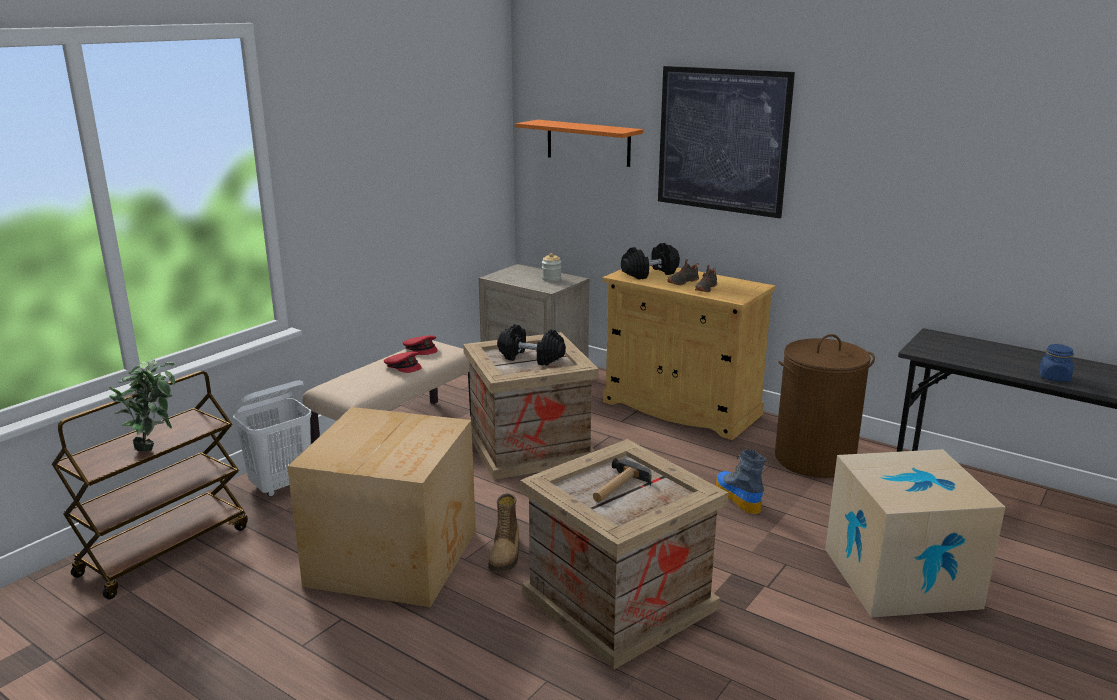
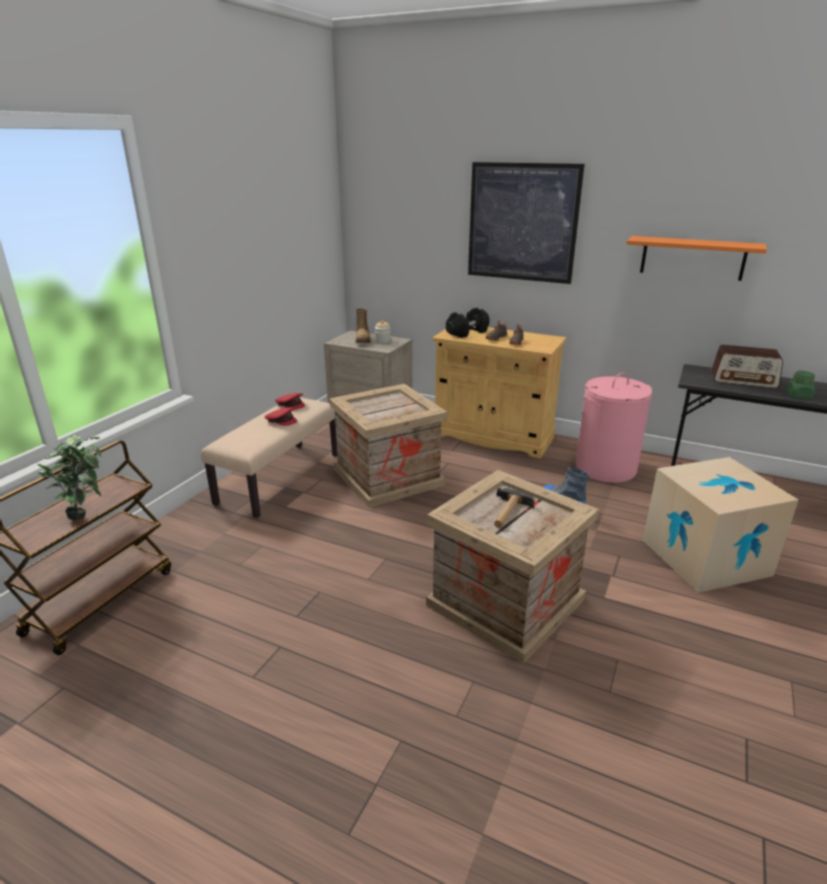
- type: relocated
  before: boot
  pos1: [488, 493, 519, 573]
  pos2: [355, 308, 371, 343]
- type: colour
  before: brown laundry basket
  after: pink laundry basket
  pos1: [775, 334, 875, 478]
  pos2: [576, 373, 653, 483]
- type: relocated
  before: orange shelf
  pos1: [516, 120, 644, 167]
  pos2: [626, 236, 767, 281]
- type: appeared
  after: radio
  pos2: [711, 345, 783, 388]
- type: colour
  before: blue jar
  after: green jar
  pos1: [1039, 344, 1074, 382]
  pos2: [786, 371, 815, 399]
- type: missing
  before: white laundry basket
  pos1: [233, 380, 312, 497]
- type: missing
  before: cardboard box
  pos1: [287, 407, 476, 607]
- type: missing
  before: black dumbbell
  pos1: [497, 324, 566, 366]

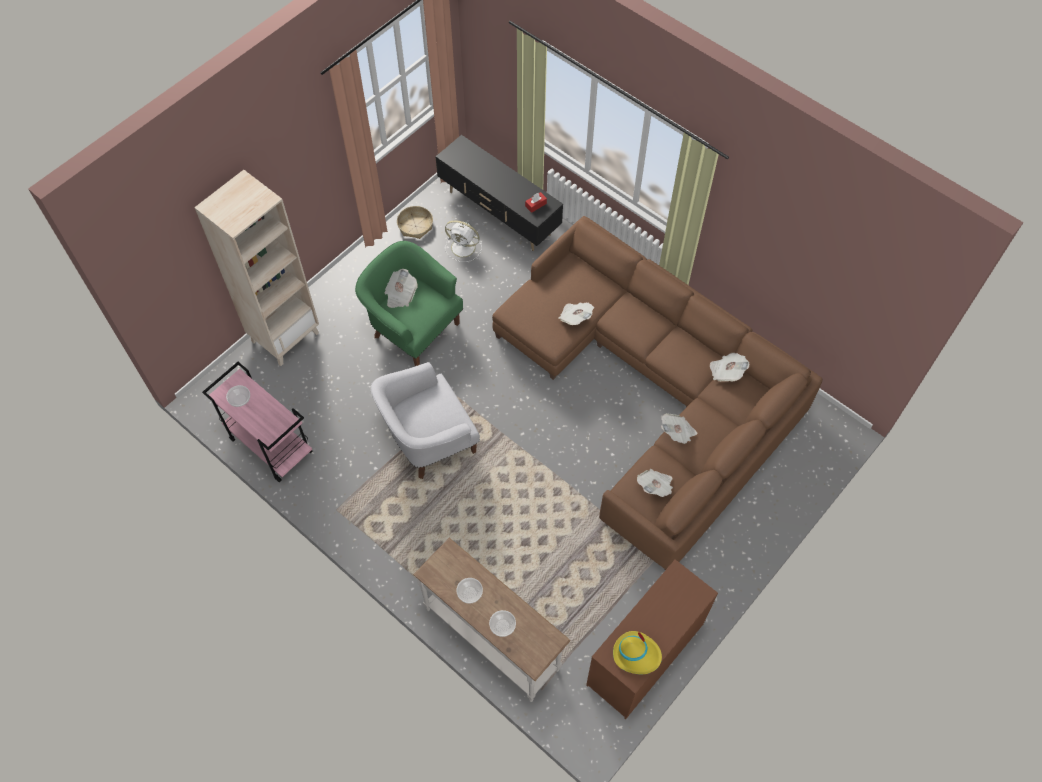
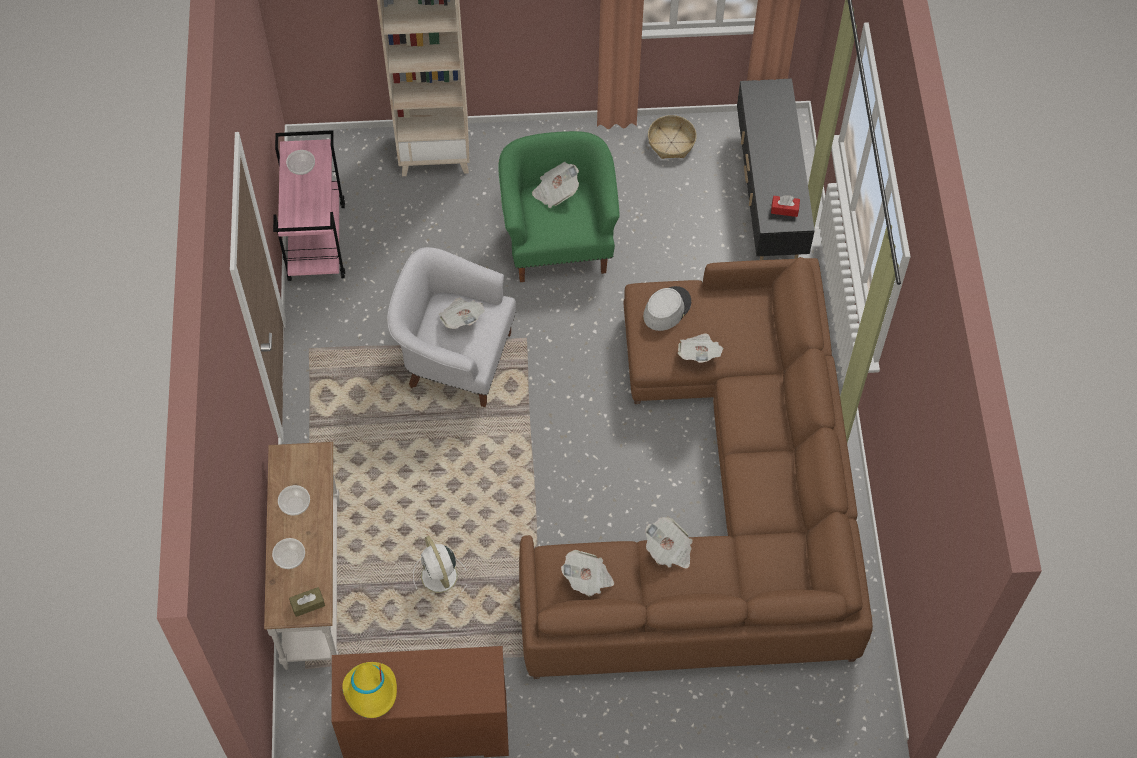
- type: appeared
  after: brown tissue box
  pos2: [289, 587, 325, 617]
- type: relocated
  before: white fan
  pos1: [445, 220, 482, 262]
  pos2: [413, 536, 467, 599]
- type: relocated
  before: newspaper
  pos1: [710, 353, 749, 382]
  pos2: [439, 298, 485, 329]
- type: appeared
  after: grey hat
  pos2: [643, 286, 691, 331]

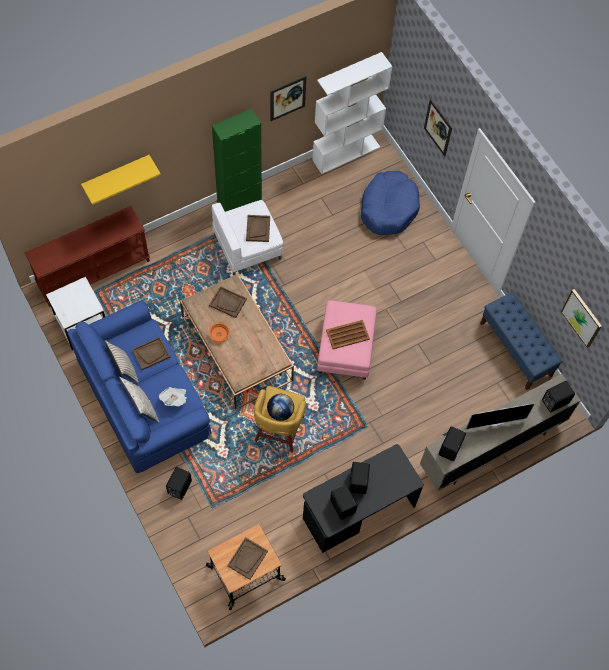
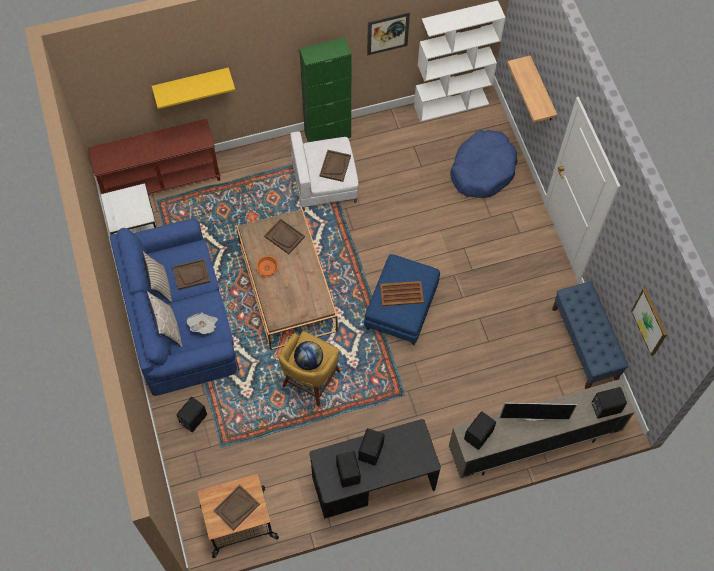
- type: colour
  before: pink ottoman
  after: blue ottoman
  pos1: [317, 301, 377, 380]
  pos2: [364, 254, 440, 345]
- type: exchanged
  before: picture
  after: shelf
  pos1: [424, 99, 452, 157]
  pos2: [507, 55, 557, 122]

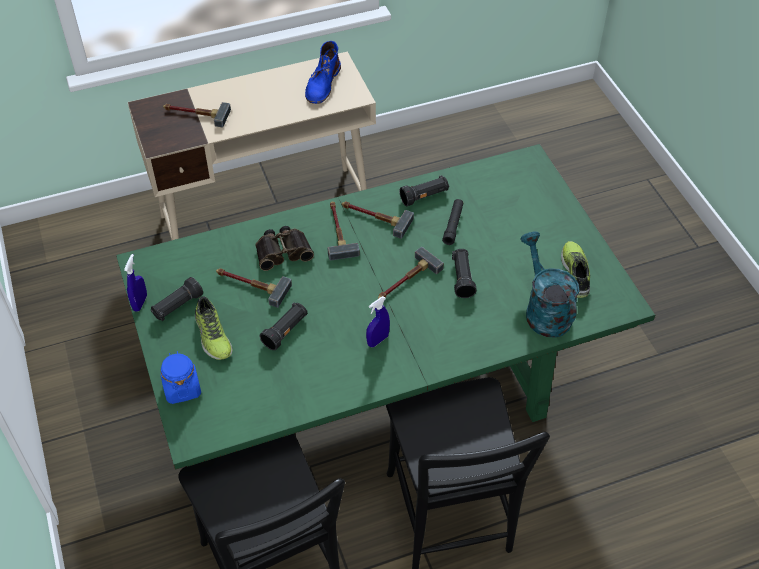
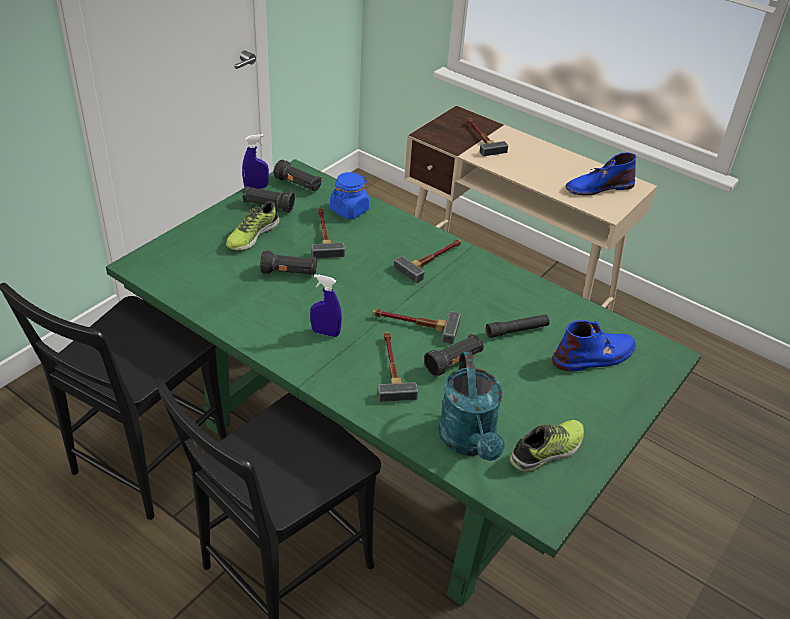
- type: relocated
  before: black flashlight
  pos1: [399, 175, 449, 206]
  pos2: [274, 159, 321, 192]
- type: relocated
  before: blue jar
  pos1: [160, 351, 201, 404]
  pos2: [330, 172, 369, 219]
- type: relocated
  before: hammer
  pos1: [342, 201, 414, 239]
  pos2: [377, 332, 418, 402]
- type: spun
  before: turquoise watering can
  pos1: [520, 231, 579, 338]
  pos2: [438, 352, 504, 461]
  turn: 135
- type: appeared
  after: blue boot
  pos2: [552, 320, 636, 372]
- type: missing
  before: binoculars
  pos1: [255, 226, 314, 271]

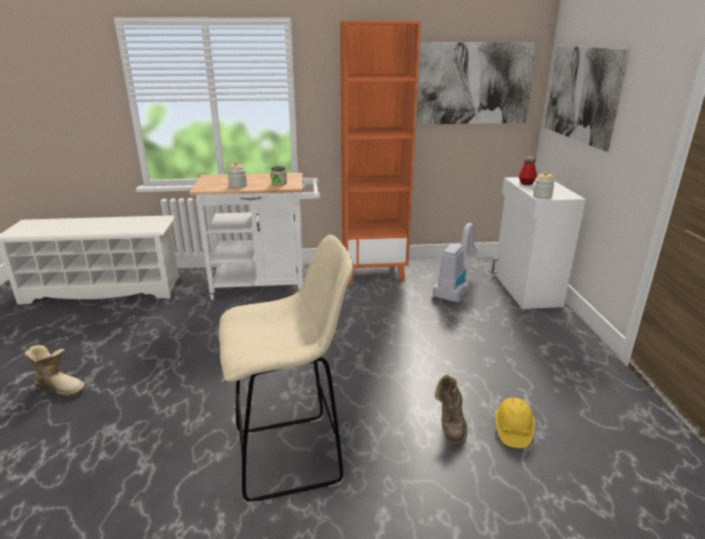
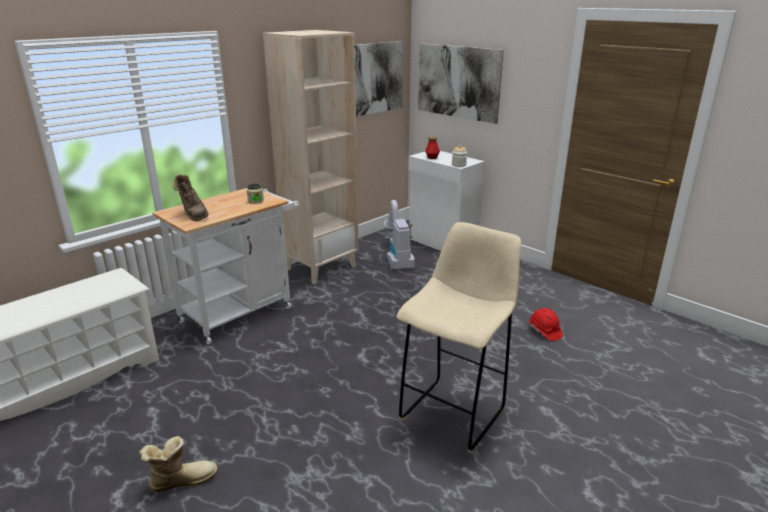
- type: relocated
  before: brown boot
  pos1: [435, 374, 467, 445]
  pos2: [173, 174, 209, 221]
- type: colour
  before: orange bookcase
  after: beige bookcase
  pos1: [340, 21, 421, 285]
  pos2: [263, 30, 359, 284]
- type: colour
  before: yellow hard hat
  after: red hard hat
  pos1: [495, 398, 535, 448]
  pos2: [529, 308, 563, 341]
- type: missing
  before: jar
  pos1: [227, 162, 247, 188]

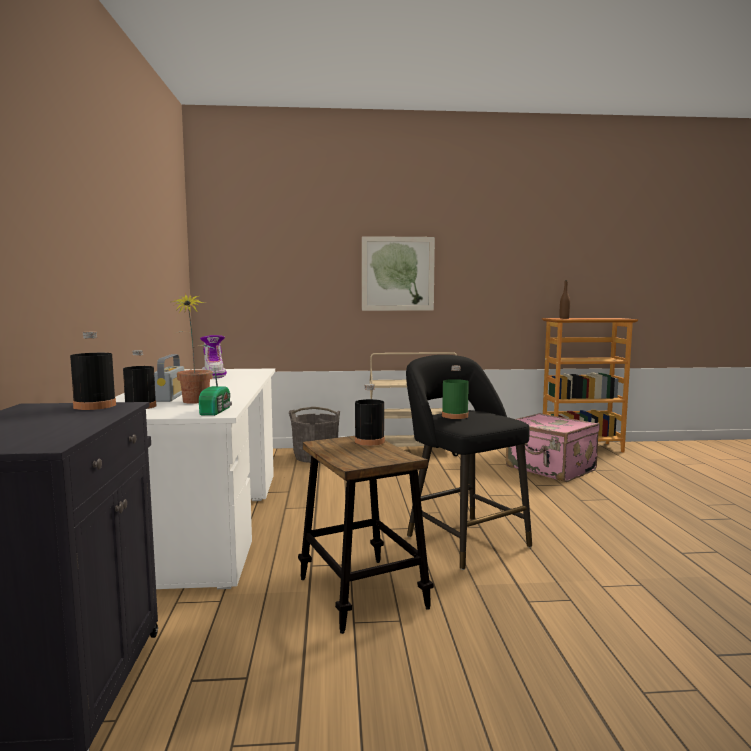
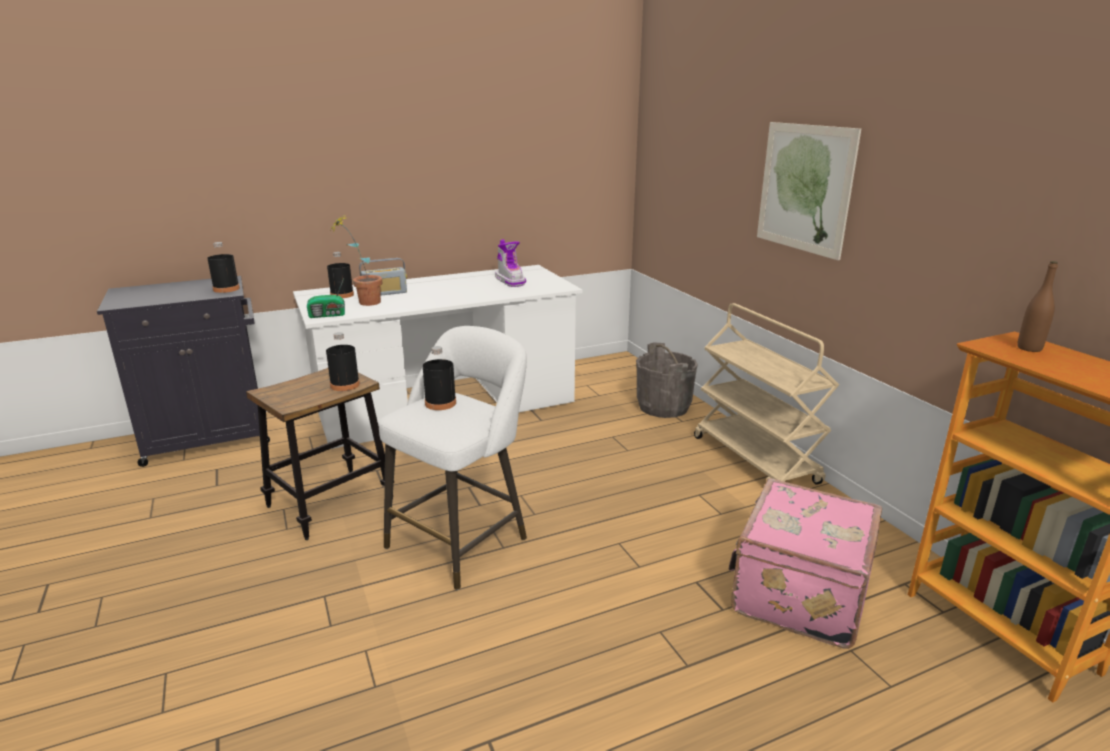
- type: colour
  before: black stool
  after: white stool
  pos1: [406, 355, 532, 570]
  pos2: [379, 326, 527, 590]
- type: colour
  before: green bottle
  after: black bottle
  pos1: [442, 366, 469, 419]
  pos2: [423, 346, 456, 410]
- type: spun
  before: boot
  pos1: [200, 335, 227, 378]
  pos2: [495, 239, 526, 287]
  turn: -75

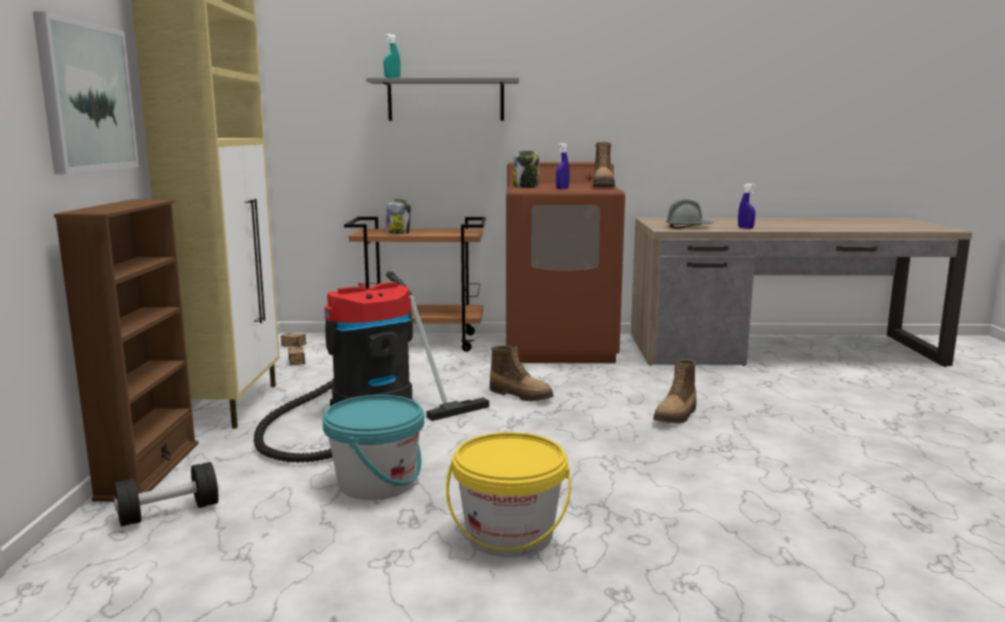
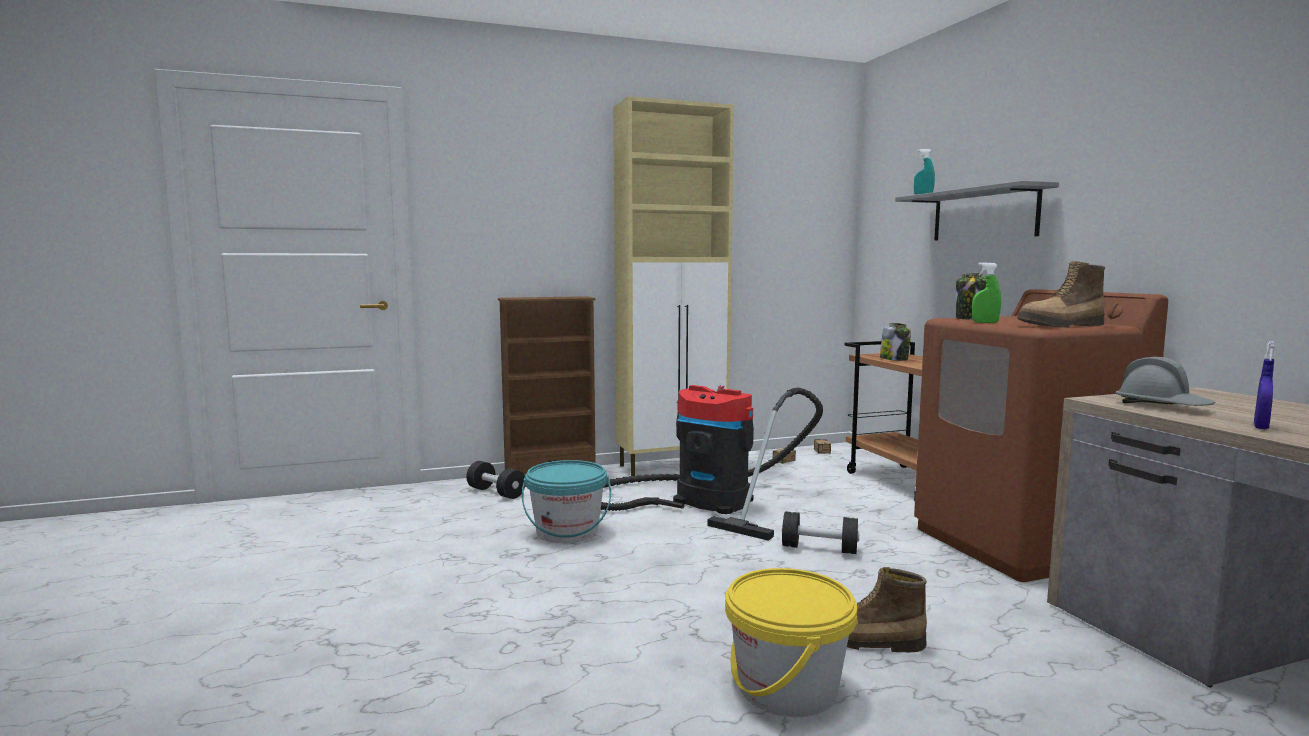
- type: relocated
  before: yellow bucket
  pos1: [446, 432, 571, 558]
  pos2: [725, 568, 857, 717]
- type: exchanged
  before: boot
  after: black dumbbell
  pos1: [489, 346, 554, 401]
  pos2: [782, 511, 860, 554]
- type: colour
  before: blue spray bottle
  after: green spray bottle
  pos1: [556, 143, 570, 189]
  pos2: [972, 262, 1001, 323]
- type: missing
  before: picture
  pos1: [33, 11, 139, 174]

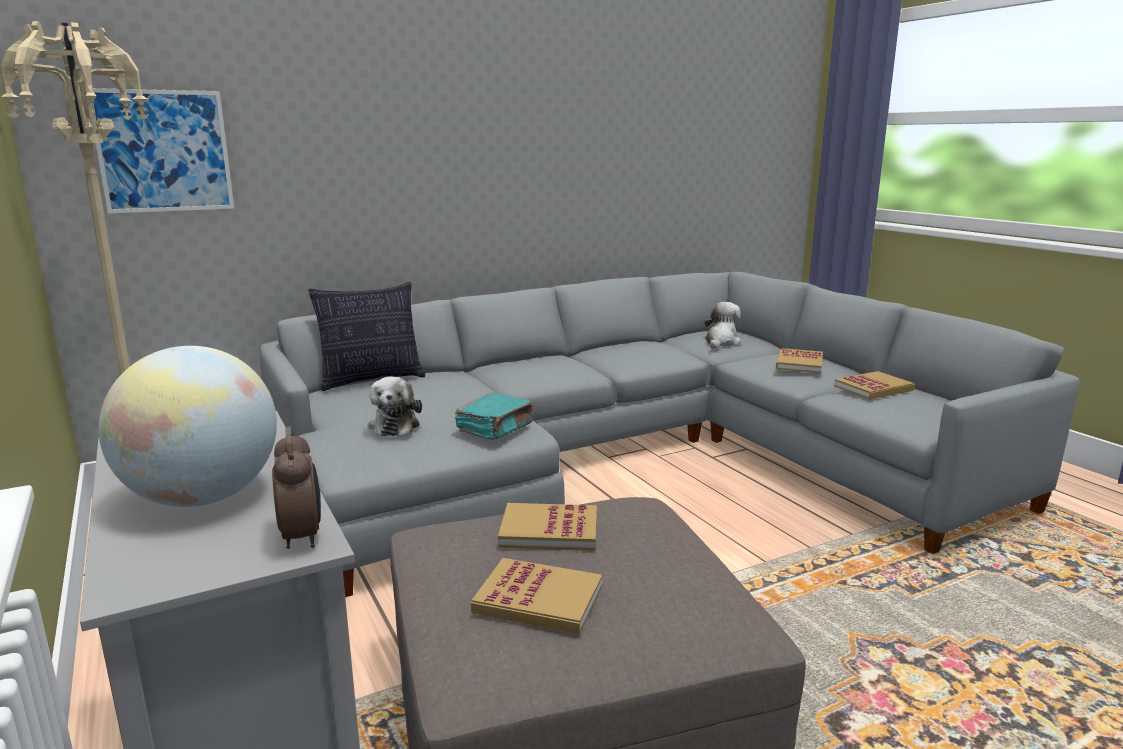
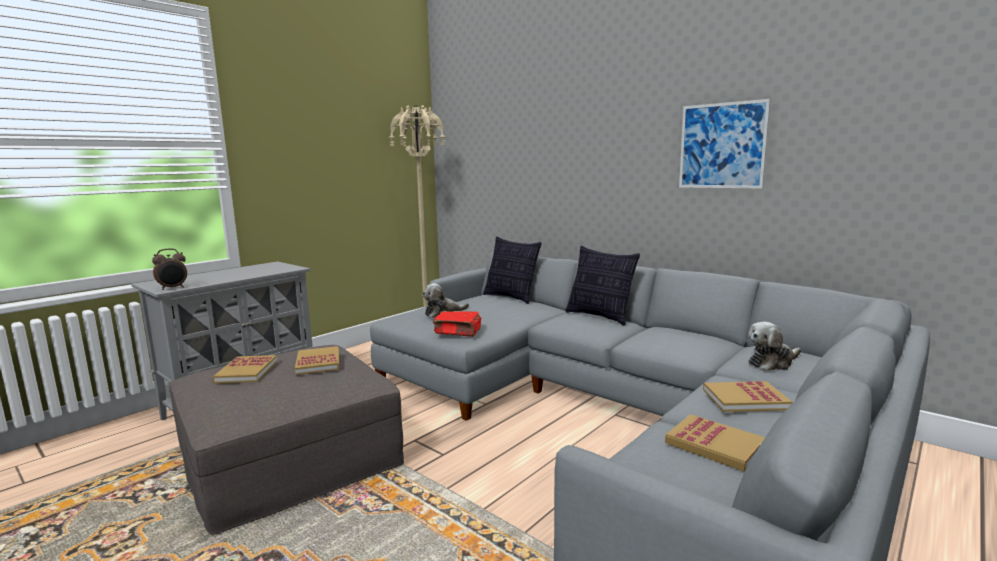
- type: colour
  before: turquoise book
  after: red book
  pos1: [455, 392, 533, 440]
  pos2: [433, 311, 481, 337]
- type: appeared
  after: pillow
  pos2: [565, 246, 640, 325]
- type: relocated
  before: picture
  pos1: [91, 88, 234, 214]
  pos2: [679, 99, 770, 189]
- type: spun
  before: plush toy
  pos1: [704, 302, 741, 349]
  pos2: [748, 322, 801, 371]
  turn: 150
- type: missing
  before: globe
  pos1: [99, 346, 277, 507]

